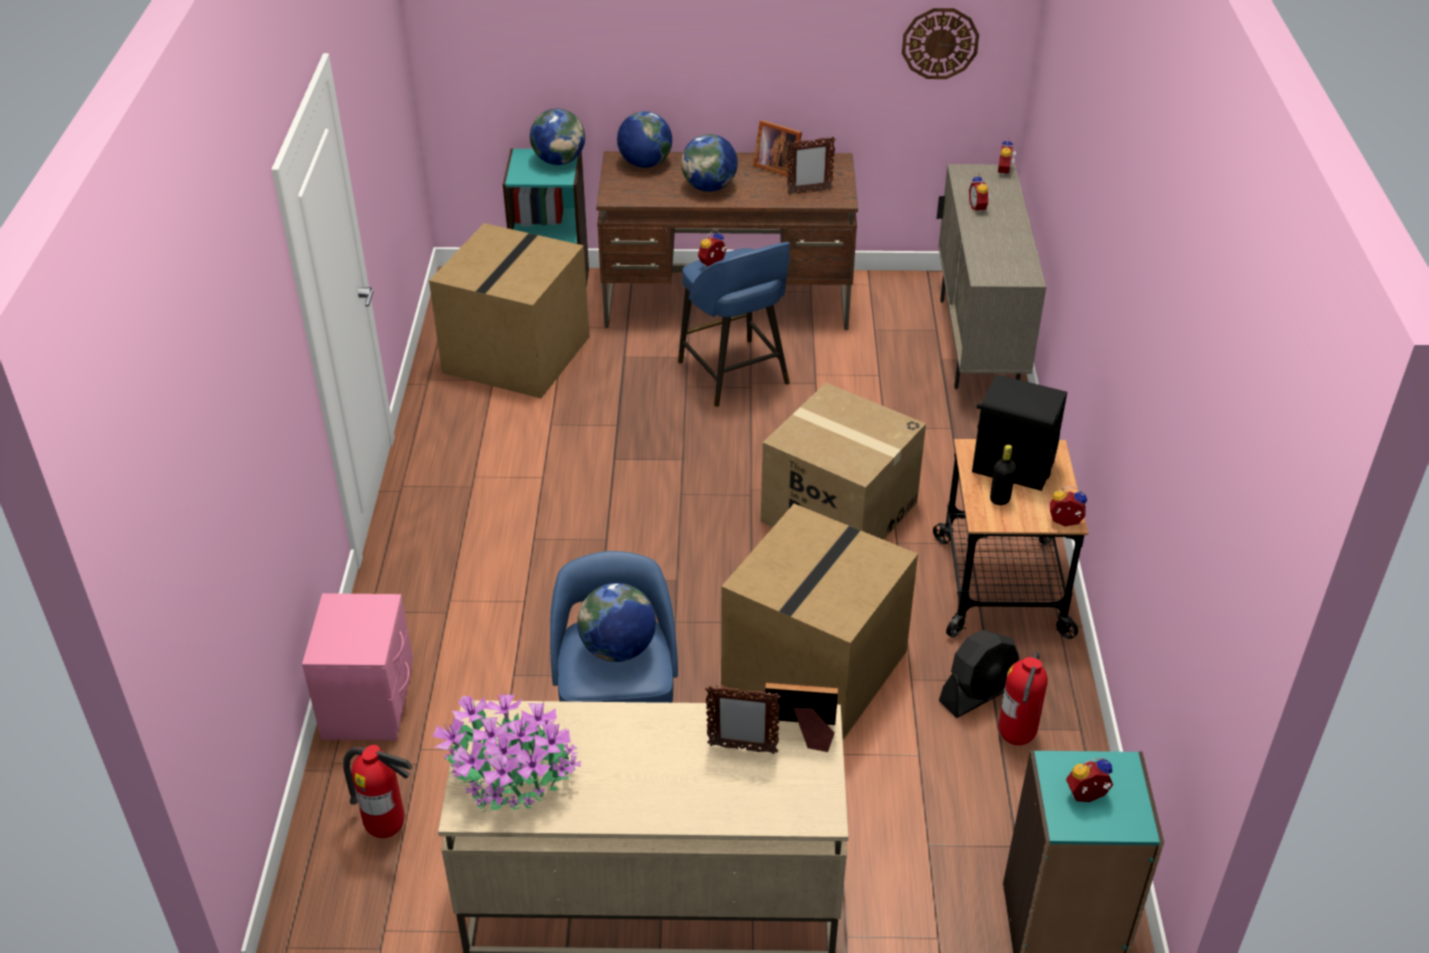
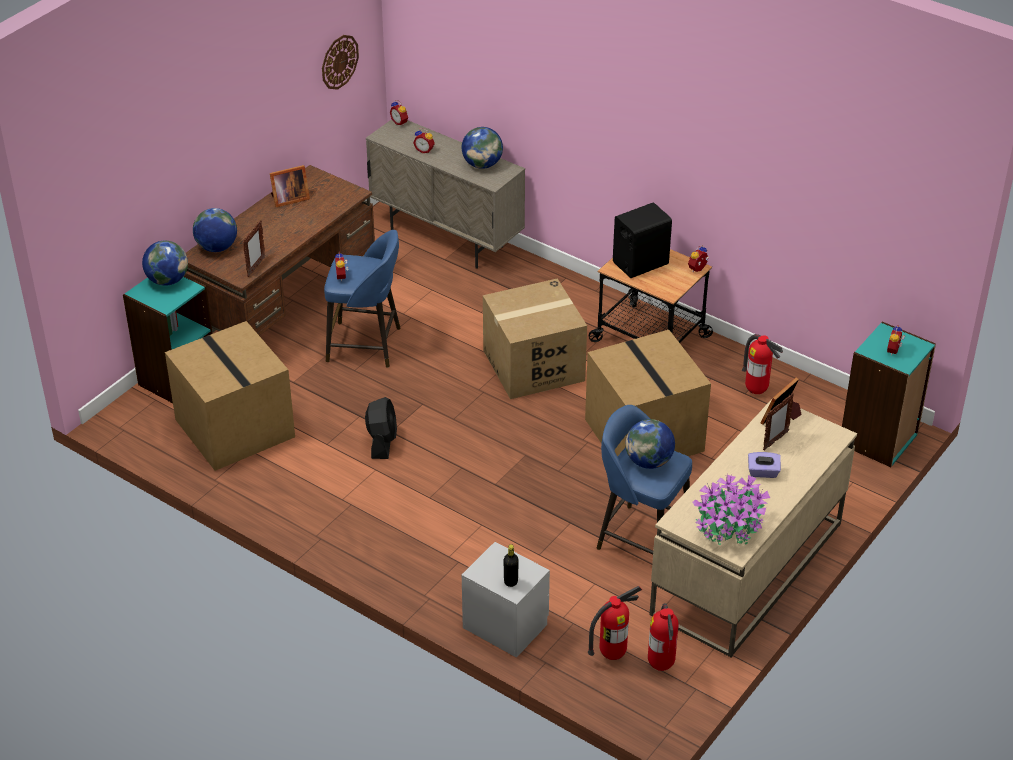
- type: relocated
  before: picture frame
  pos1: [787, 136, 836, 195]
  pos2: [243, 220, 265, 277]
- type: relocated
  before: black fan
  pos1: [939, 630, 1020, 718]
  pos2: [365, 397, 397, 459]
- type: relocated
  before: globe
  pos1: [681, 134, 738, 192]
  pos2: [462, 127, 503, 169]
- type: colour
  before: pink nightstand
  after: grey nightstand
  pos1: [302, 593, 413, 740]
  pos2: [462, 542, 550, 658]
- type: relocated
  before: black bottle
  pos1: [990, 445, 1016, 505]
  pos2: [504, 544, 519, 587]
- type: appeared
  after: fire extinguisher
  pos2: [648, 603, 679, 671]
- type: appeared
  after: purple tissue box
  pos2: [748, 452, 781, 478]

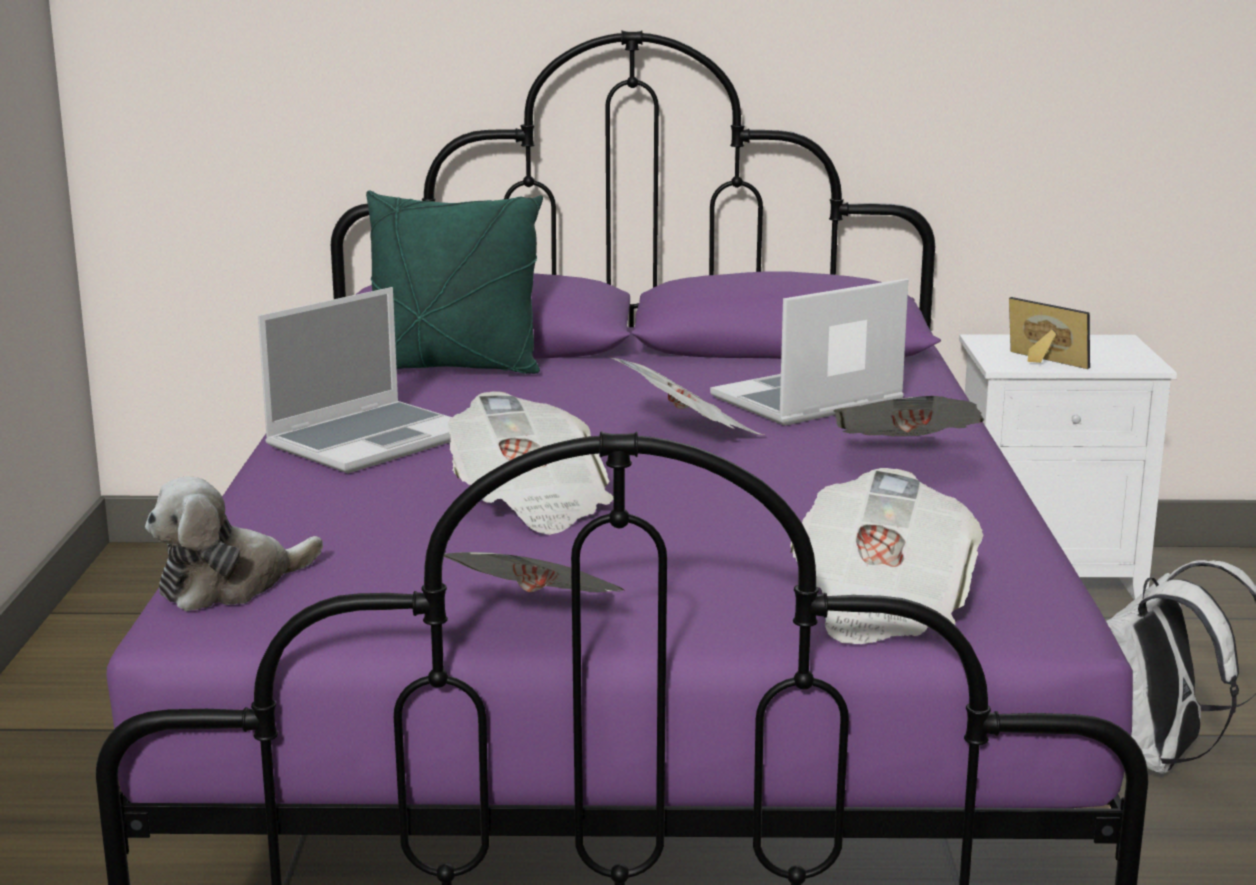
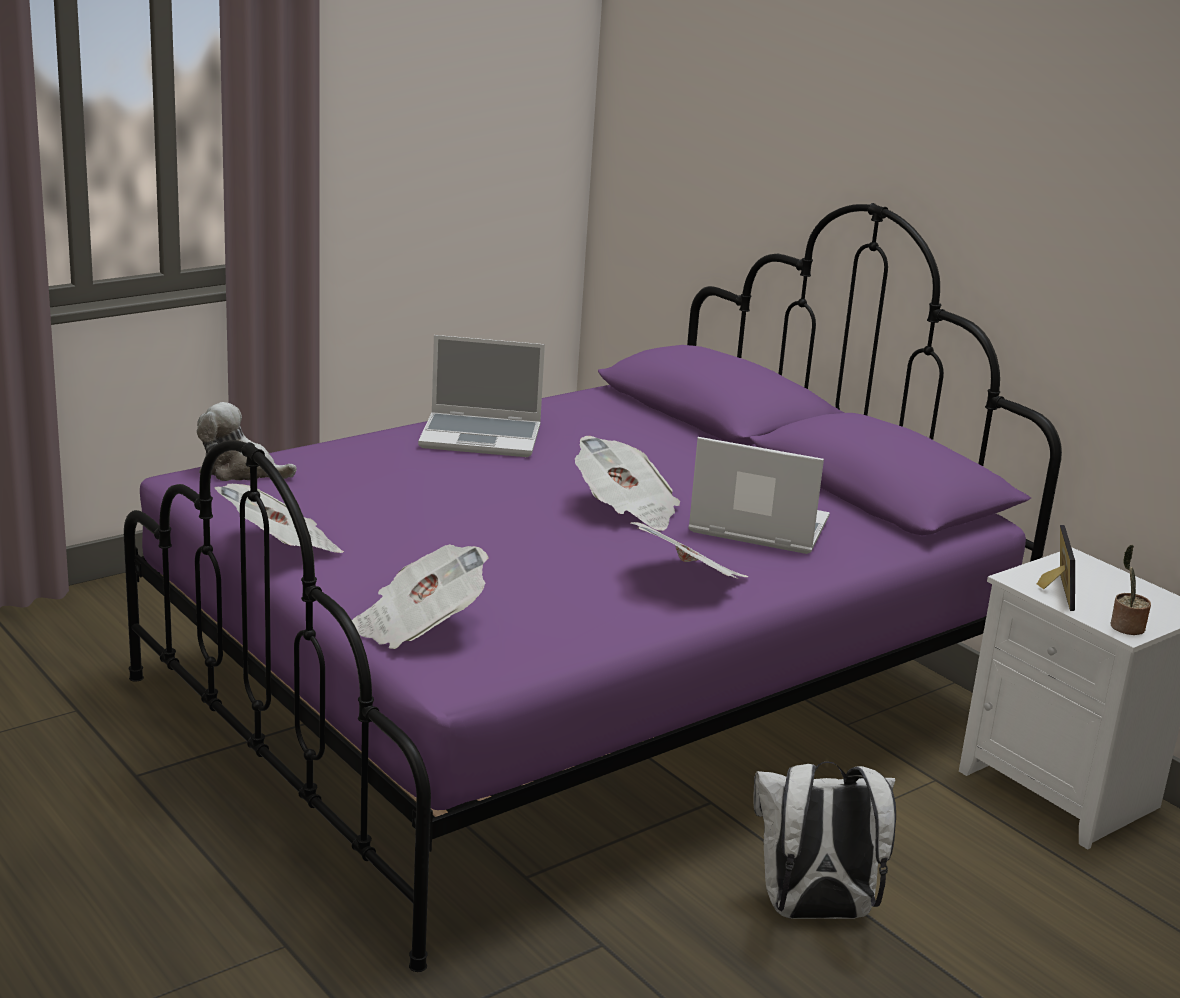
- type: appeared
  after: potted plant
  pos2: [1111, 545, 1151, 635]
- type: missing
  before: green pillow
  pos1: [366, 191, 543, 374]
- type: missing
  before: newspaper
  pos1: [447, 391, 613, 535]

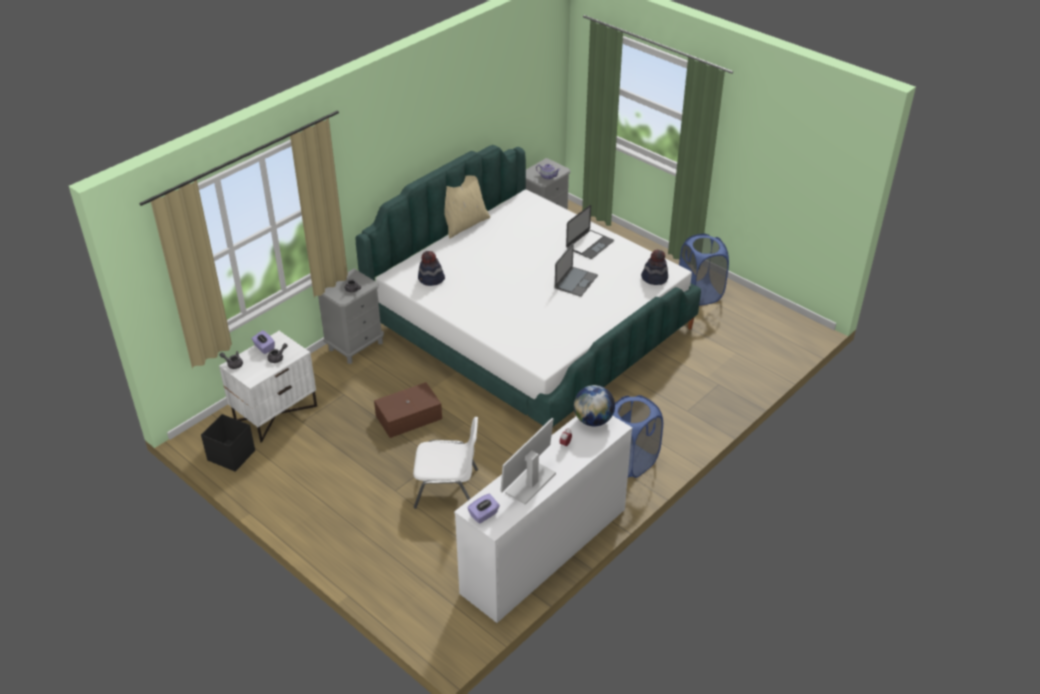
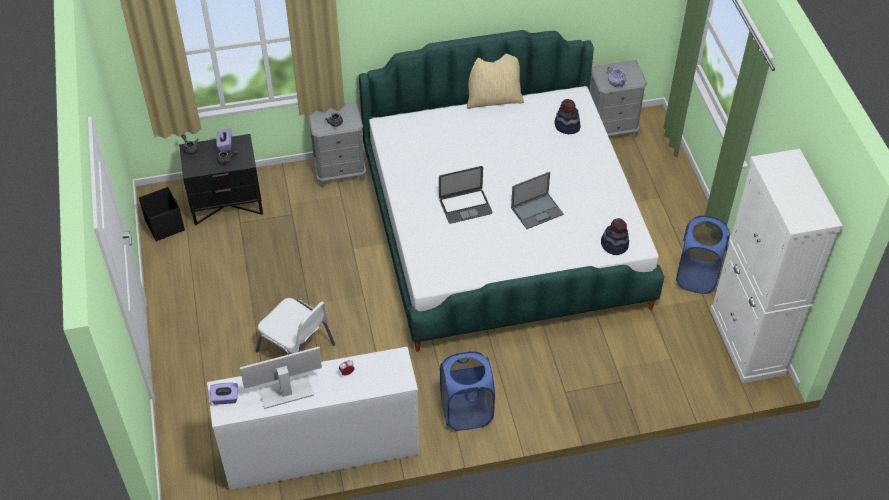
- type: colour
  before: white nightstand
  after: black nightstand
  pos1: [219, 331, 317, 443]
  pos2: [179, 134, 263, 226]
- type: relocated
  before: laptop
  pos1: [566, 205, 614, 259]
  pos2: [439, 166, 493, 224]
- type: relocated
  before: hat
  pos1: [418, 251, 445, 286]
  pos2: [554, 99, 580, 134]
- type: appeared
  after: white cabinet
  pos2: [710, 149, 843, 383]
- type: missing
  before: brown storage box
  pos1: [374, 382, 442, 438]
- type: missing
  before: globe
  pos1: [574, 385, 615, 426]

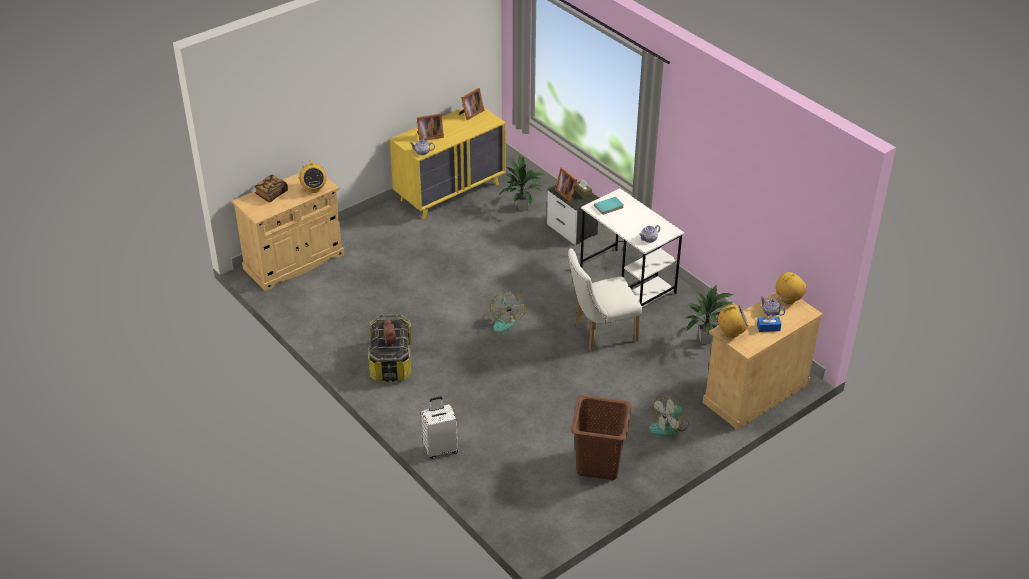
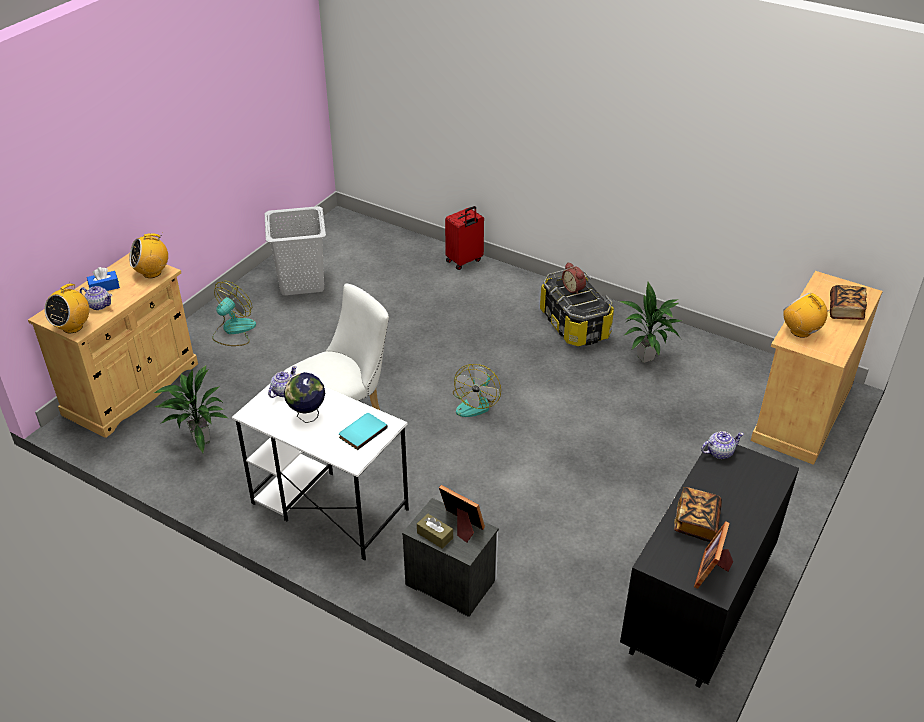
- type: colour
  before: brown laundry basket
  after: grey laundry basket
  pos1: [571, 395, 632, 480]
  pos2: [265, 206, 326, 296]
- type: appeared
  after: globe
  pos2: [284, 372, 325, 423]
- type: colour
  before: white suitcase
  after: red suitcase
  pos1: [421, 396, 458, 459]
  pos2: [445, 206, 484, 270]
- type: spun
  before: fan
  pos1: [483, 291, 527, 333]
  pos2: [453, 364, 501, 417]
  turn: -135
- type: relocated
  before: potted plant
  pos1: [499, 154, 543, 211]
  pos2: [619, 282, 682, 363]
- type: colour
  before: yellow dresser
  after: black dresser
  pos1: [390, 108, 506, 219]
  pos2: [620, 444, 799, 688]
- type: appeared
  after: book
  pos2: [674, 487, 722, 542]
- type: missing
  before: picture frame
  pos1: [417, 113, 444, 141]

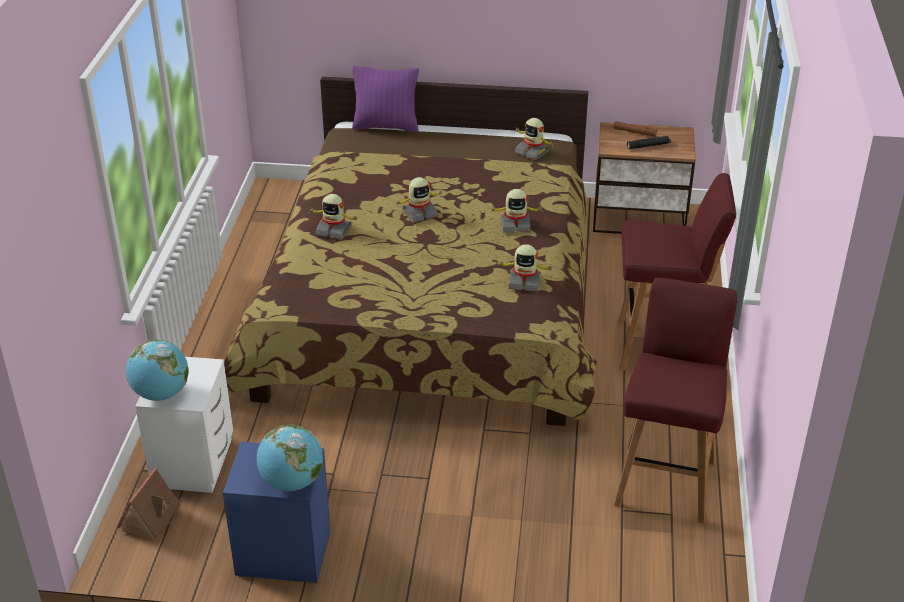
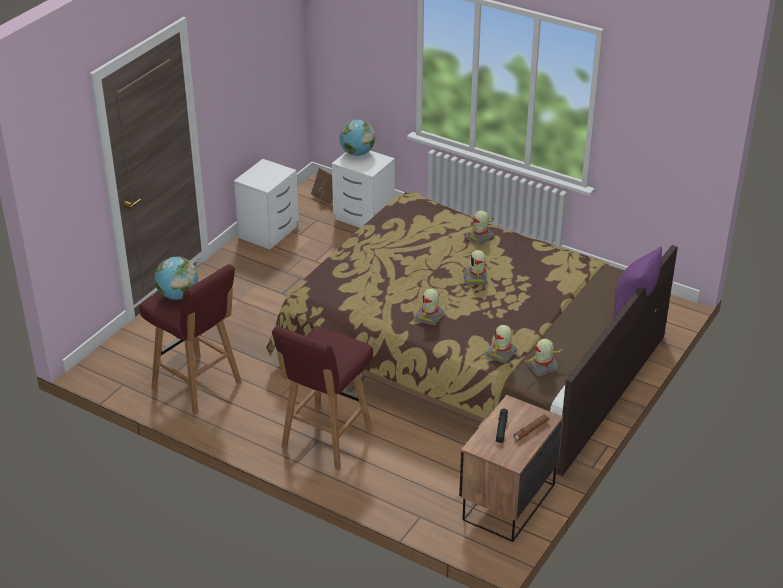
- type: relocated
  before: globe
  pos1: [257, 425, 323, 491]
  pos2: [155, 257, 198, 300]
- type: colour
  before: blue nightstand
  after: white nightstand
  pos1: [223, 442, 330, 583]
  pos2: [234, 159, 299, 249]
- type: relocated
  before: toy robot
  pos1: [497, 244, 554, 292]
  pos2: [484, 325, 517, 363]

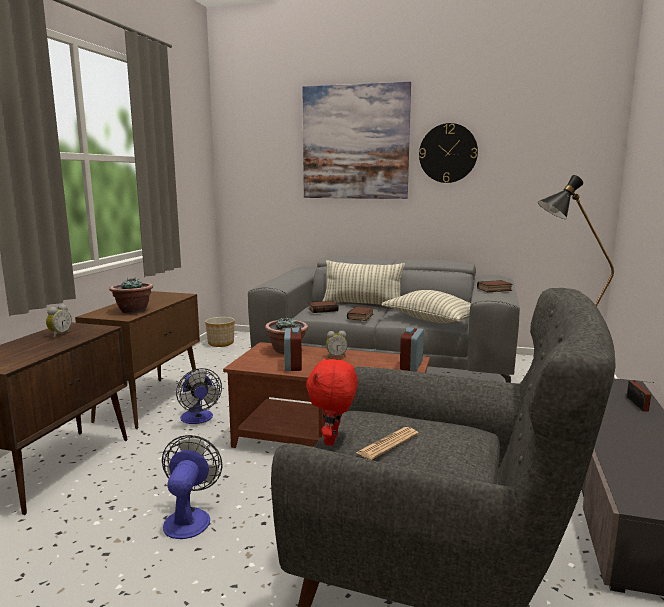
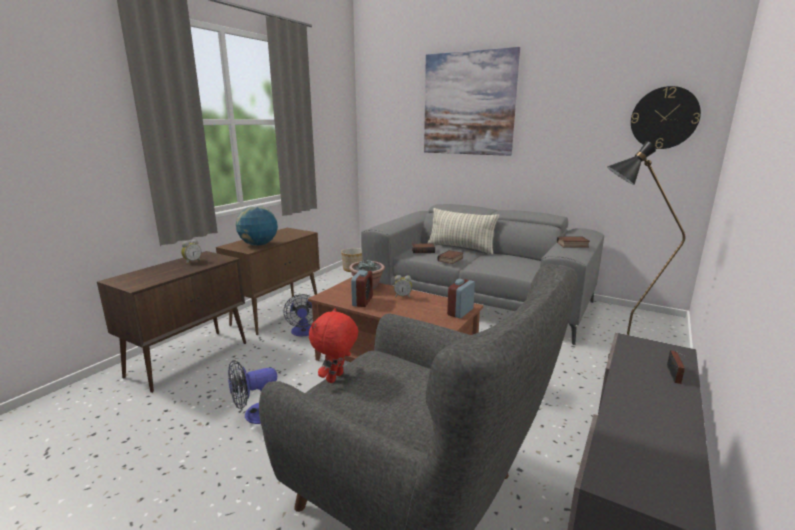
- type: spun
  before: fan
  pos1: [162, 435, 222, 539]
  pos2: [228, 360, 277, 424]
  turn: -135
- type: exchanged
  before: potted plant
  after: globe
  pos1: [109, 277, 153, 314]
  pos2: [236, 206, 278, 246]
- type: relocated
  before: wall clock
  pos1: [419, 123, 478, 183]
  pos2: [631, 86, 701, 149]
- type: missing
  before: newspaper
  pos1: [356, 427, 418, 460]
- type: missing
  before: pillow
  pos1: [381, 290, 471, 323]

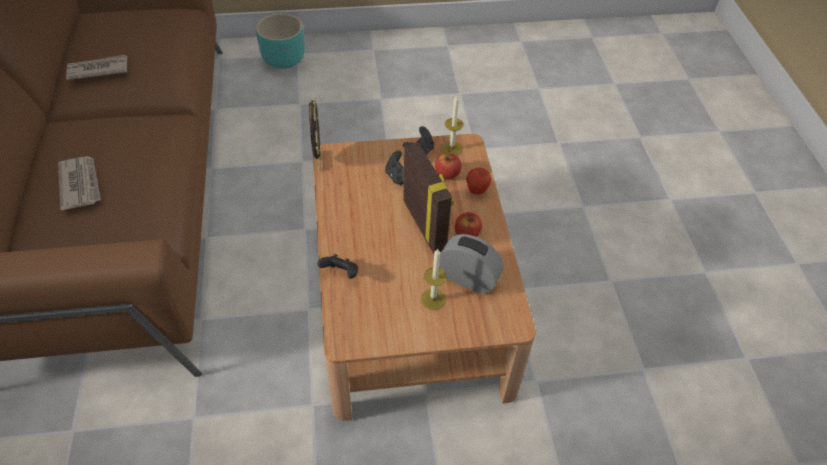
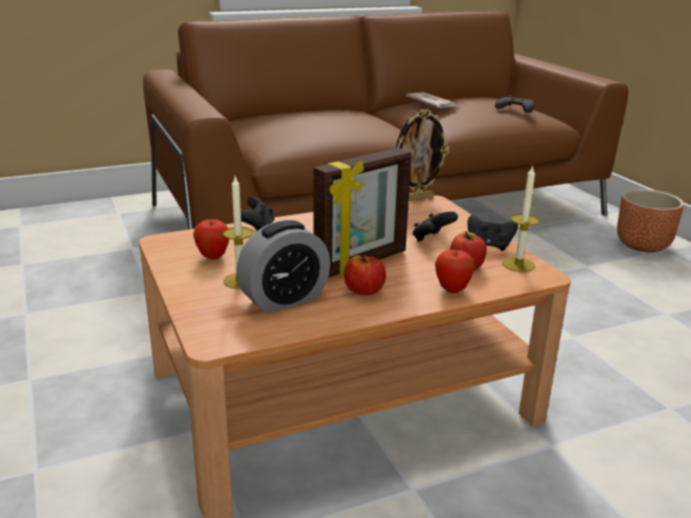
- type: appeared
  after: apple
  pos2: [193, 219, 229, 259]
- type: spun
  before: alarm clock
  pos1: [439, 234, 504, 294]
  pos2: [236, 220, 330, 313]
  turn: 45
- type: appeared
  after: grey game controller
  pos2: [495, 95, 534, 113]
- type: colour
  before: turquoise planter
  after: brown planter
  pos1: [256, 13, 305, 69]
  pos2: [617, 189, 684, 252]
- type: missing
  before: newspaper
  pos1: [58, 156, 101, 210]

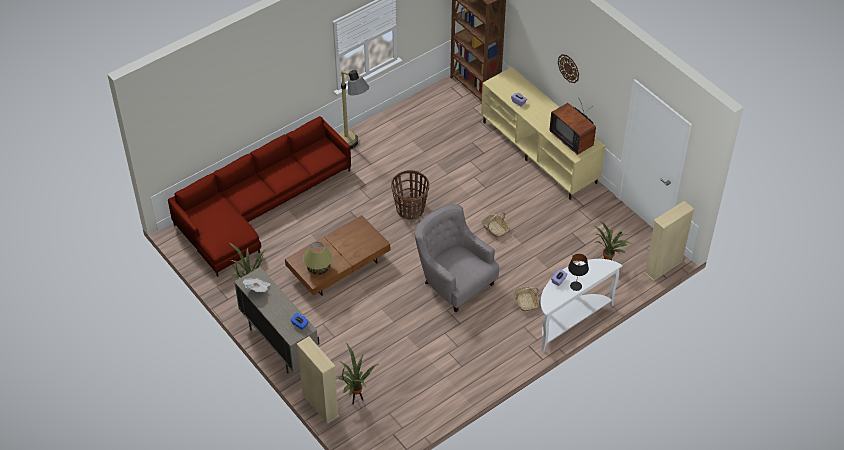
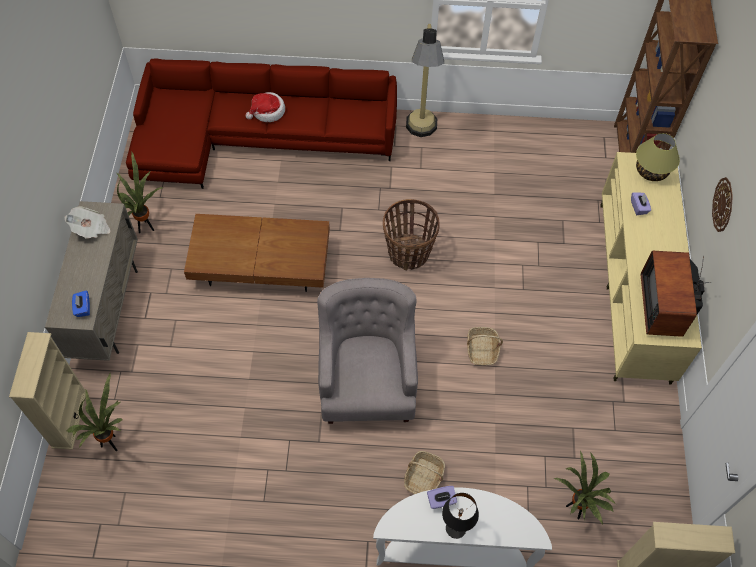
- type: appeared
  after: hat
  pos2: [245, 92, 285, 122]
- type: relocated
  before: table lamp
  pos1: [303, 242, 333, 275]
  pos2: [636, 133, 680, 181]

